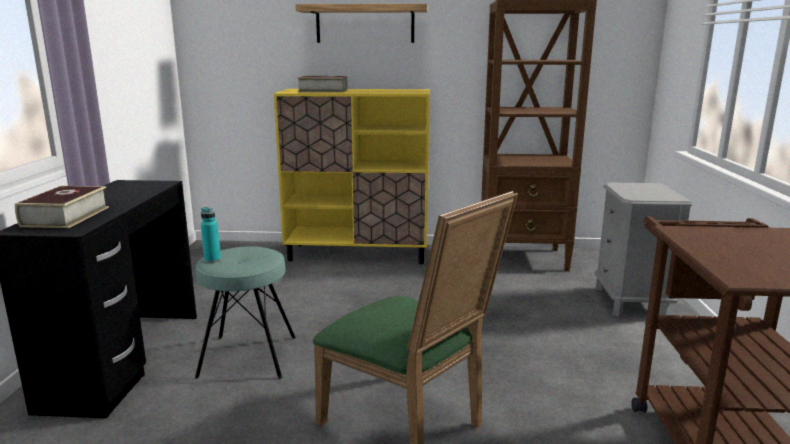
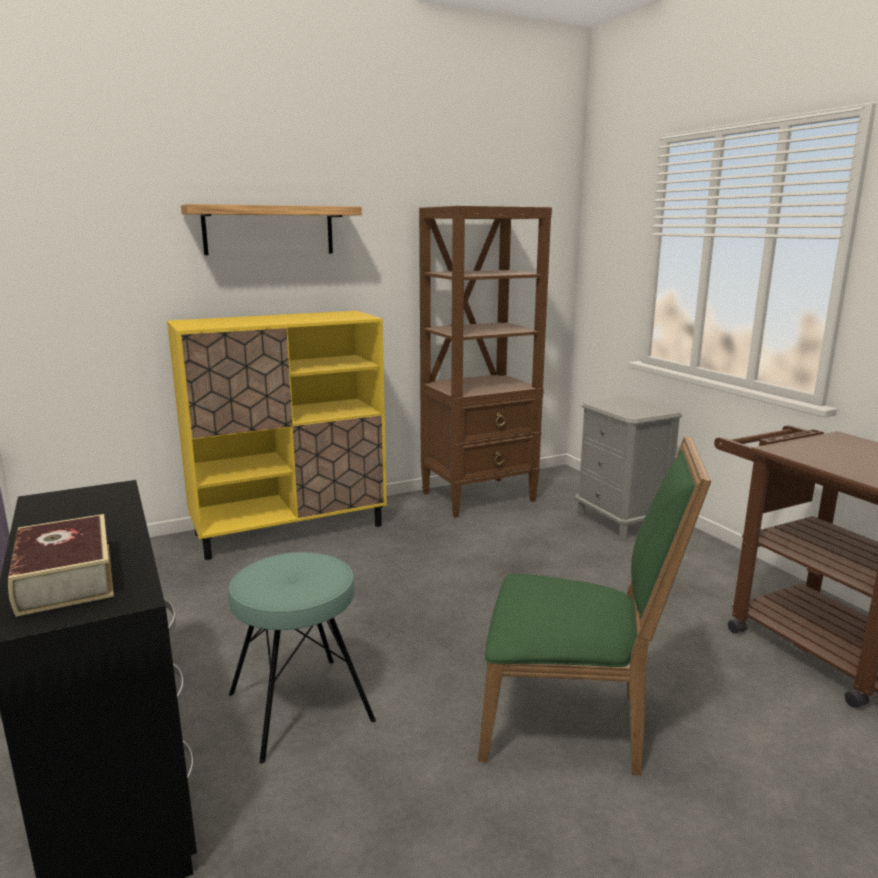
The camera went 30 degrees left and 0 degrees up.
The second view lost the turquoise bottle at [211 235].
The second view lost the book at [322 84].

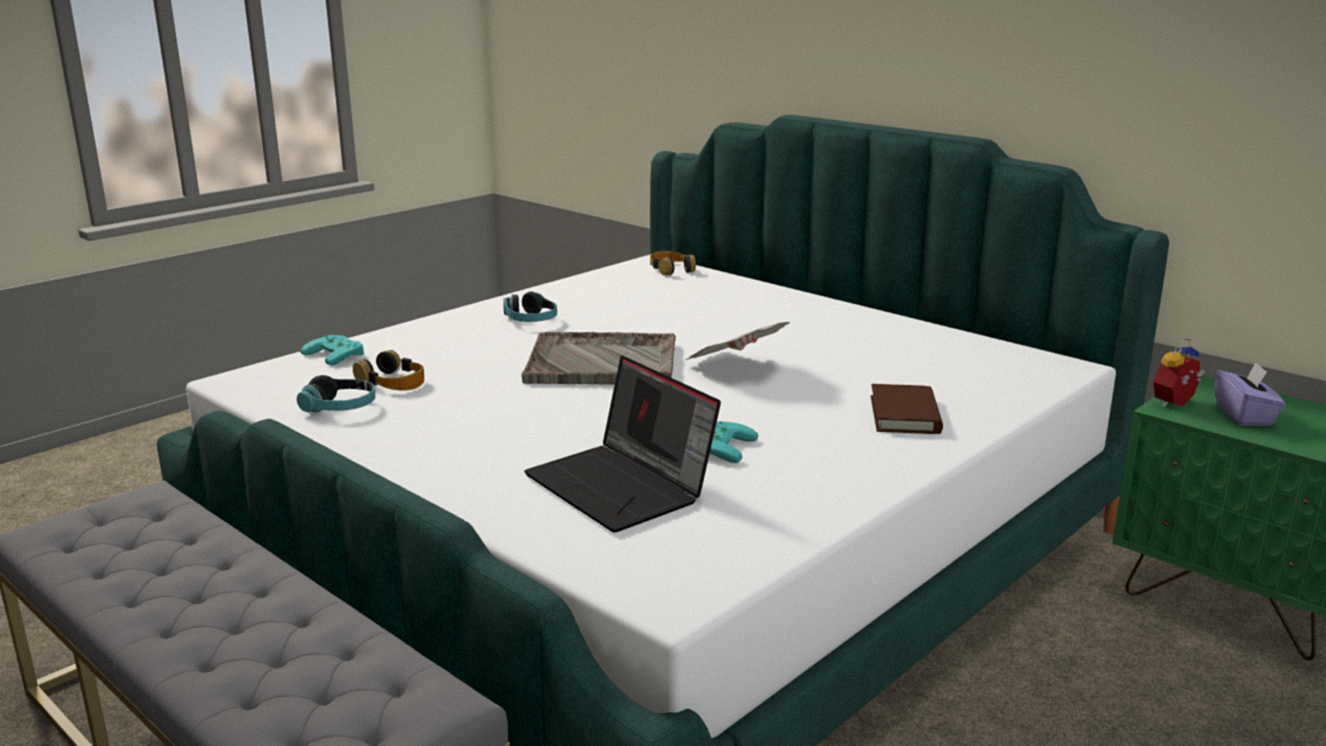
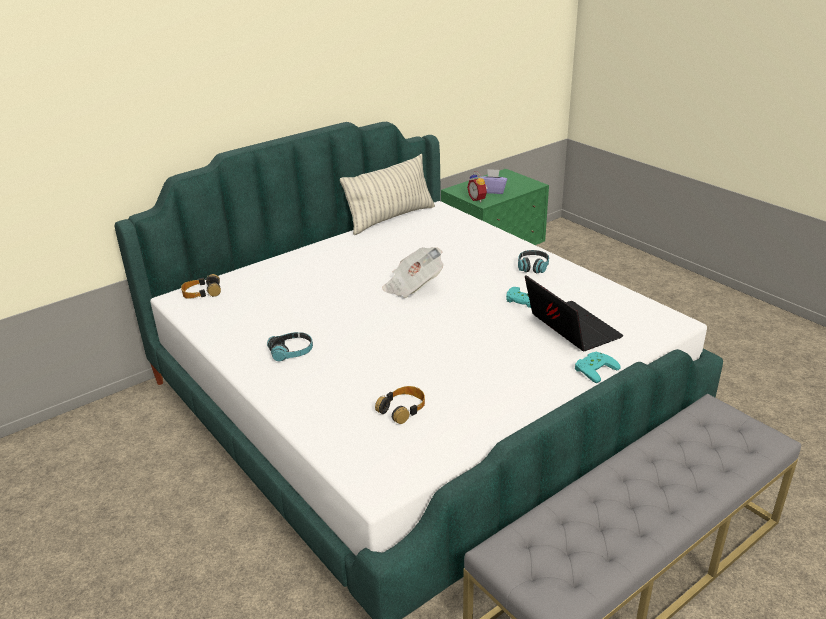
The camera went 80 degrees left and 10 degrees up.
The second view lost the grey tray at [599 358].
The second view lost the brown book at [907 409].
The second view gained the pillow at [387 194].
The headphones ended up elsewhere, having gone from [336 393] to [533 261].
The turquoise game controller ended up elsewhere, having gone from [332 350] to [598 367].
The laptop at [622 443] ended up facing another way, 90 degrees counterclockwise from before.

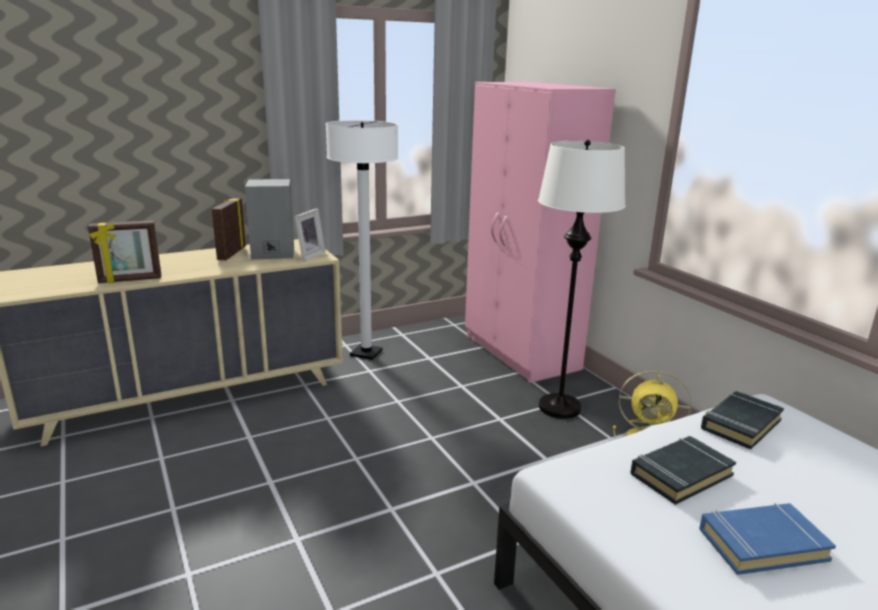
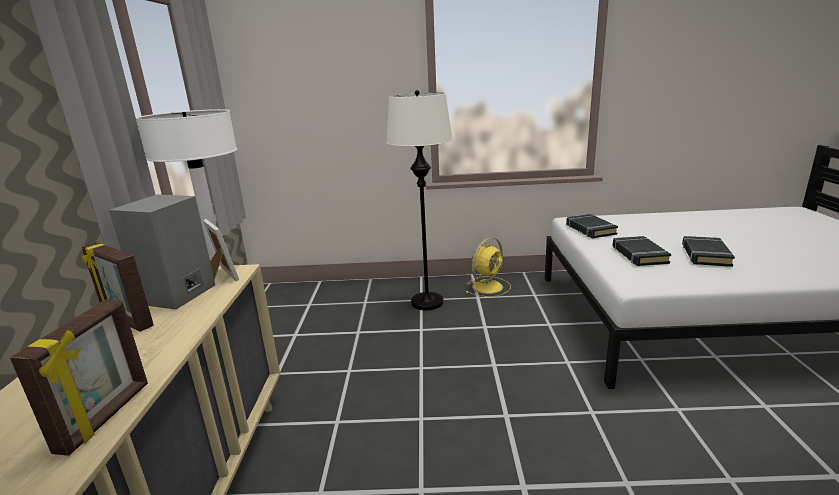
The camera went 60 degrees left and 0 degrees up.
The second view lost the pink wardrobe at [540 232].
What was the blue book at [767 539] turned into the black book at [708 251].

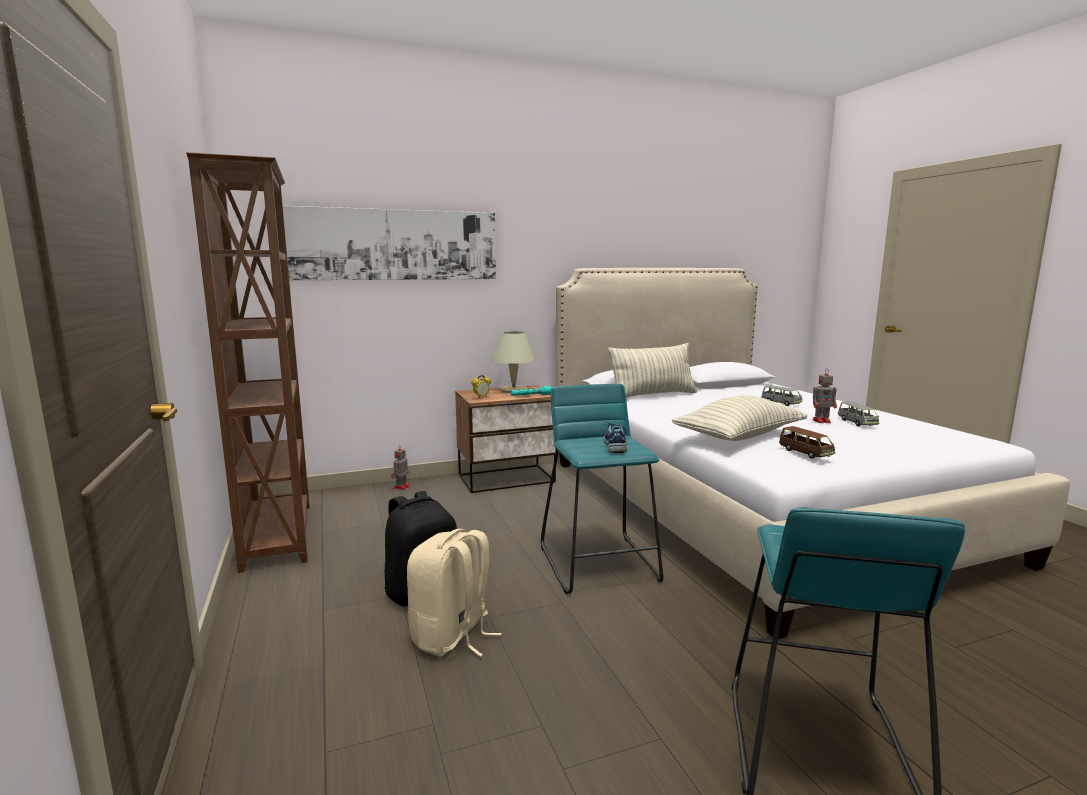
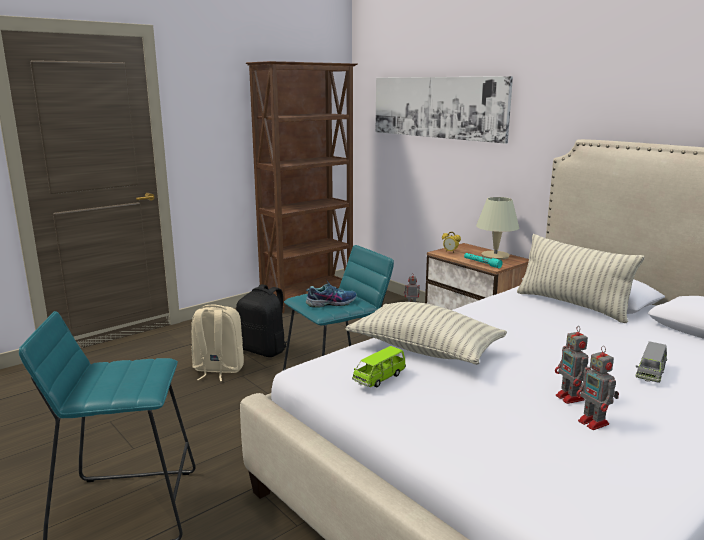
The camera went 70 degrees right and 5 degrees up.
Where the grey toy car stood at [858 413], the toy robot came to stand at [597 388].
What was the brown toy car at [807 442] turned into the green toy car at [379 367].

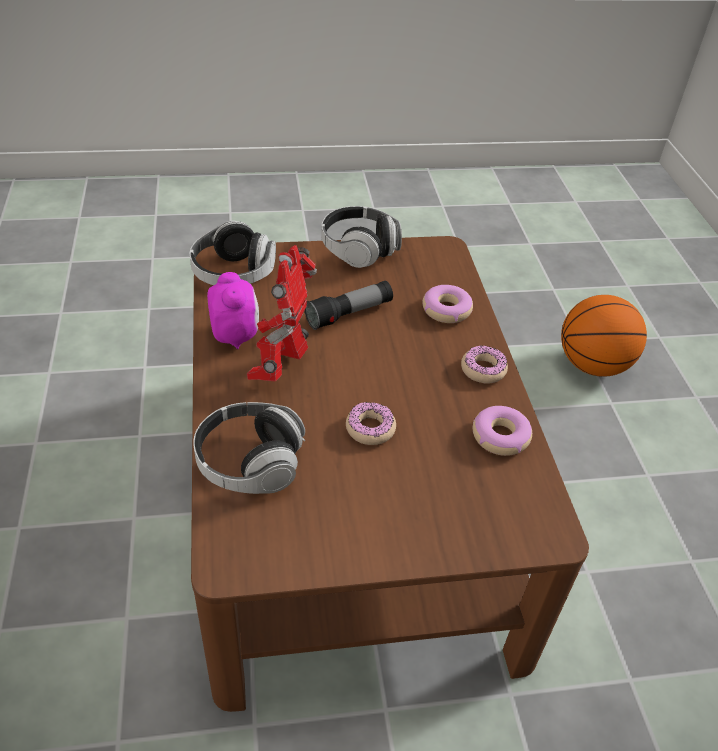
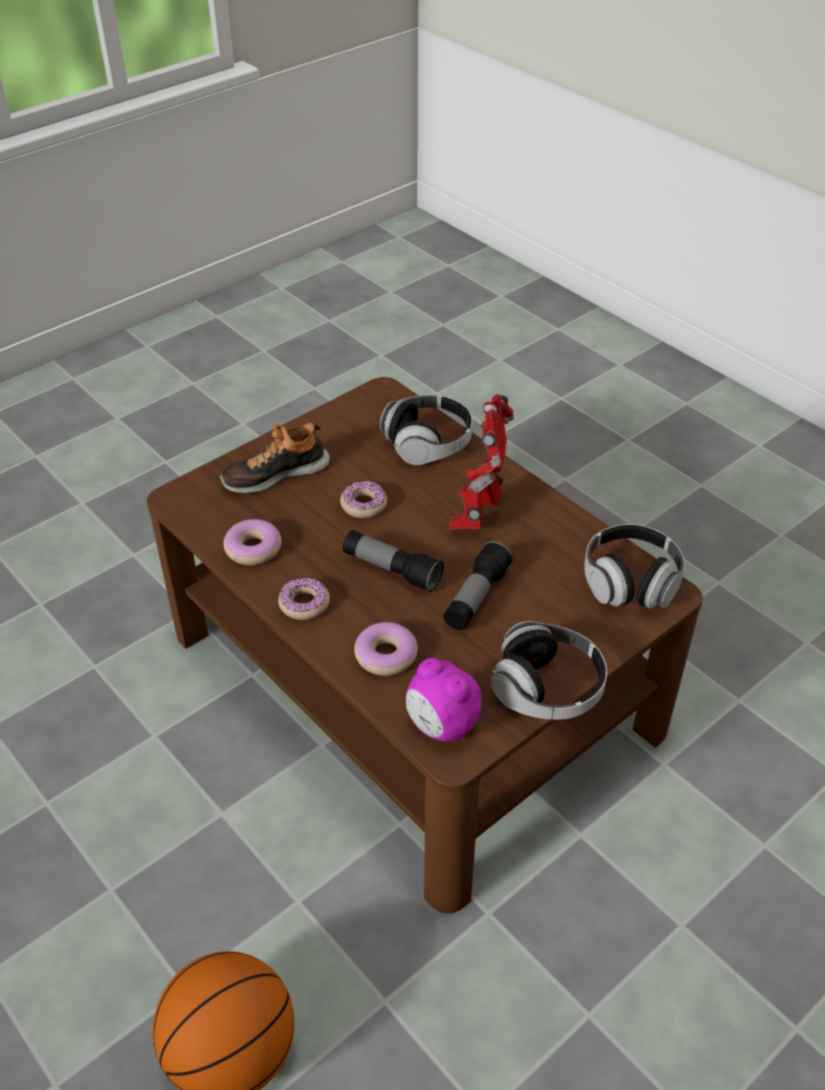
The camera went 150 degrees right and 0 degrees up.
The second view gained the shoe at [275 458].
The second view gained the flashlight at [393 561].
The alarm clock ended up elsewhere, having gone from [233 310] to [443 700].
The toy robot at [282 313] ended up facing another way, 150 degrees counterclockwise from before.

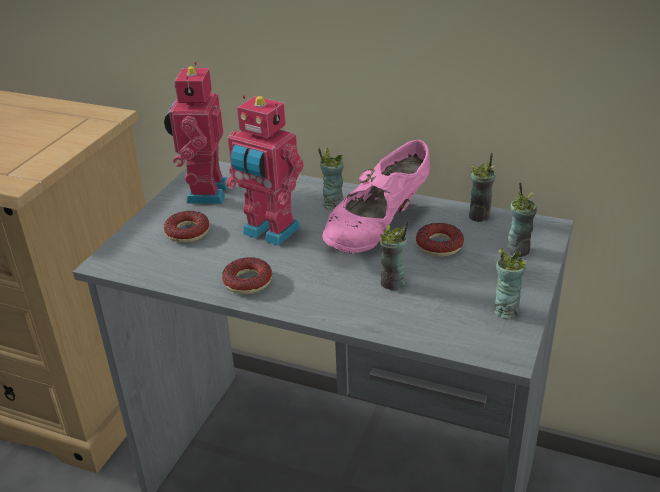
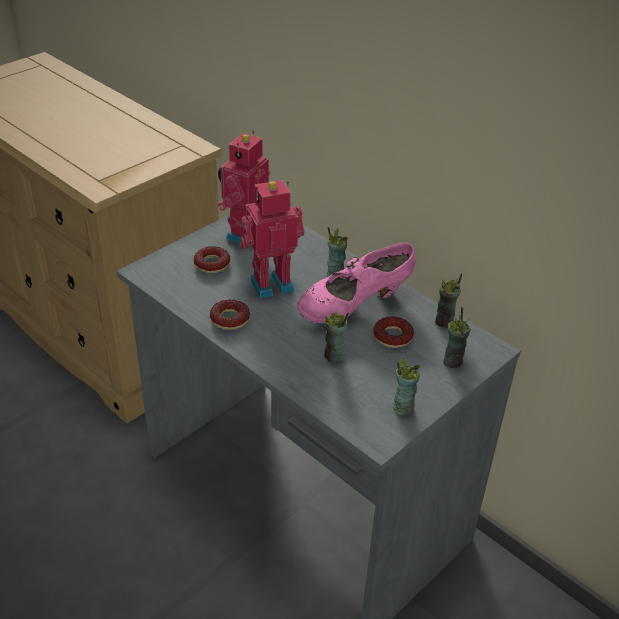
The camera went 20 degrees right and 5 degrees up.
The toy robot at [265 170] ended up facing another way, 105 degrees clockwise from before.

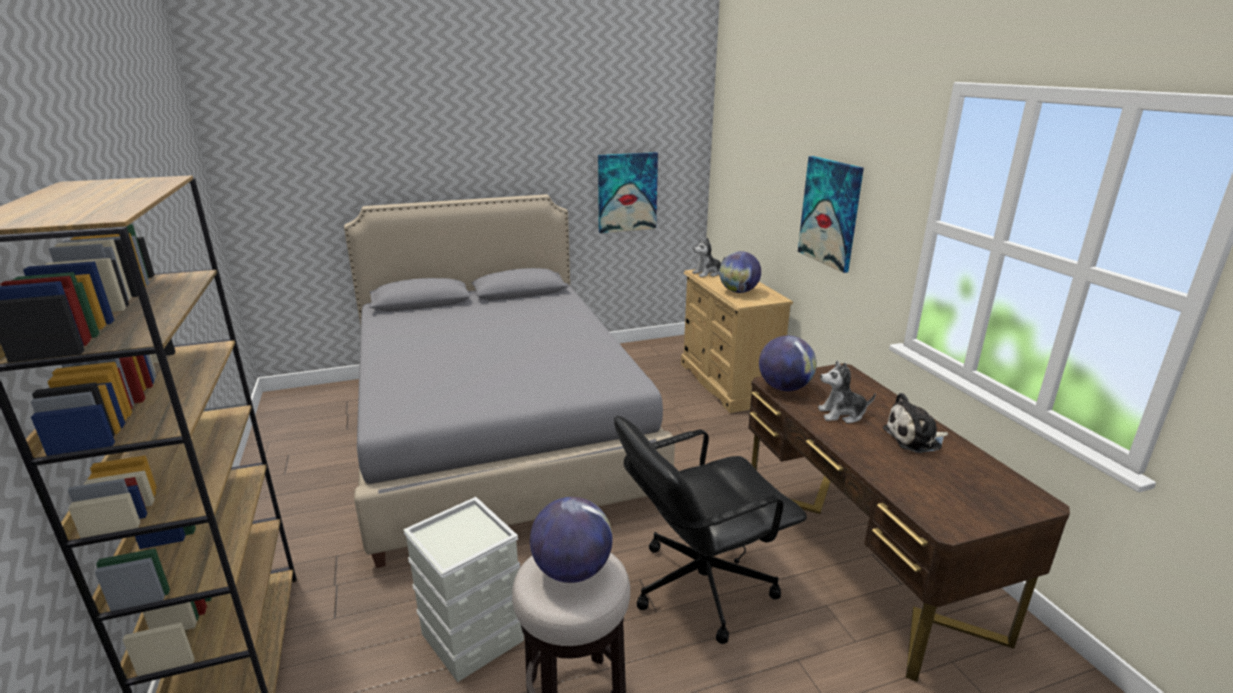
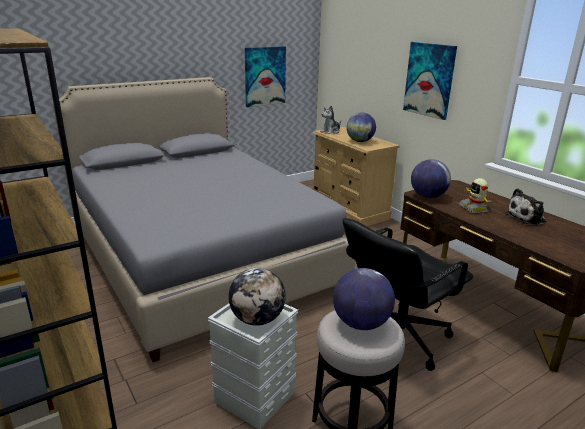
The camera went 15 degrees left and 0 degrees up.
The second view gained the globe at [257 297].
Where the plush toy stood at [847 392], the toy robot came to stand at [476 195].

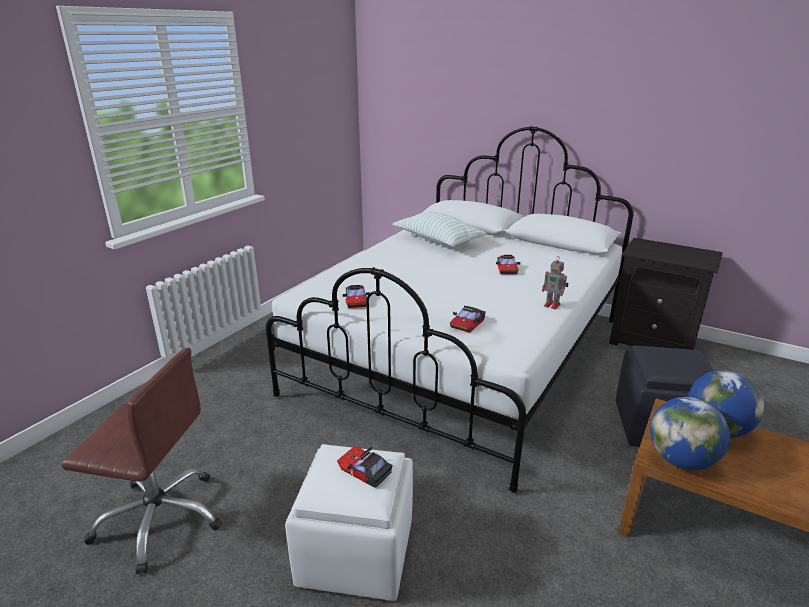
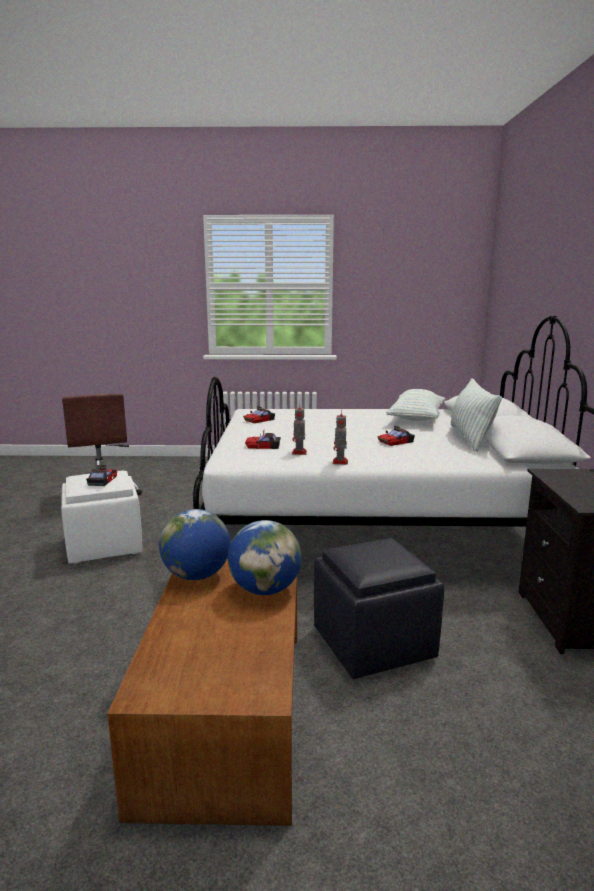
The camera went 60 degrees right and 10 degrees down.
The second view gained the toy robot at [299 429].
The second view gained the pillow at [476 414].

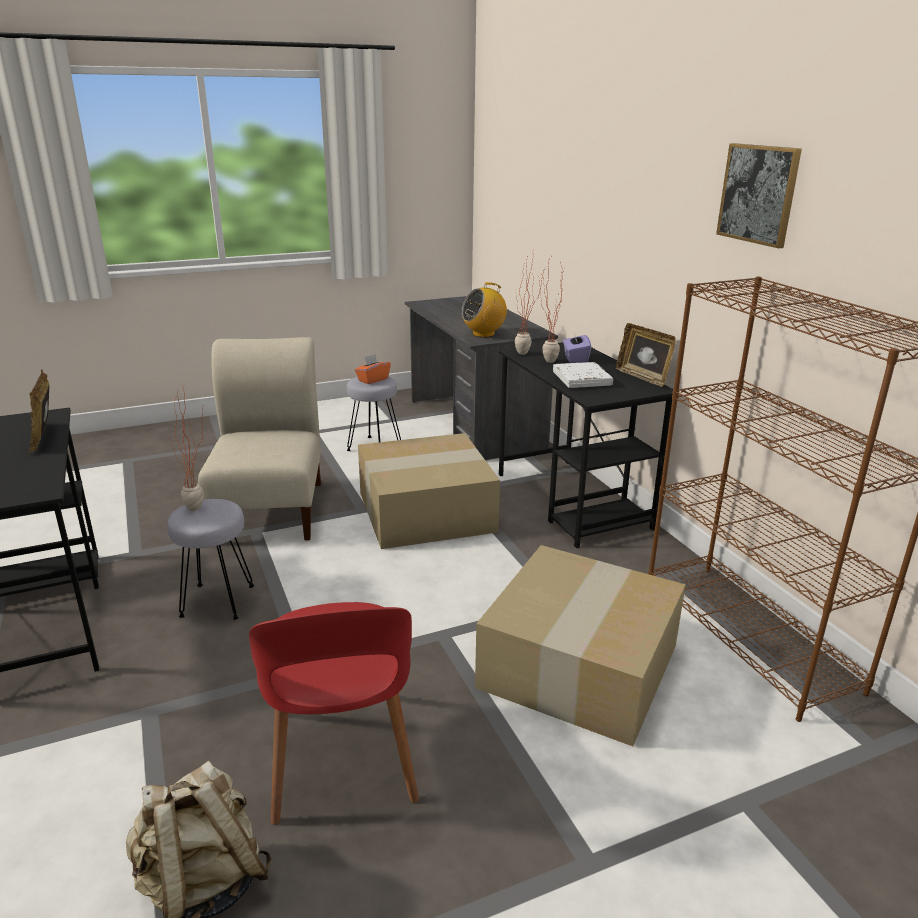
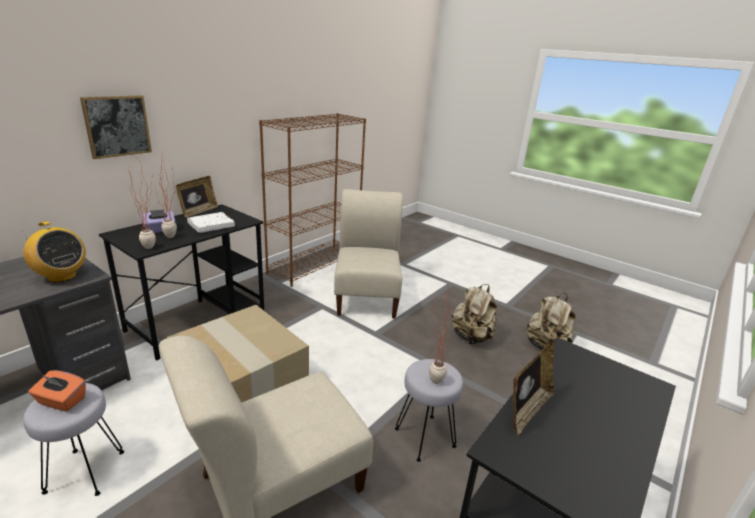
The camera went 120 degrees left and 0 degrees up.
The picture ended up elsewhere, having gone from [759 195] to [116 127].
Where the red chair stood at [334 713], the beige backpack came to stand at [474 314].
Where the cardboard box stood at [580 645], the beige chair came to stand at [368 254].

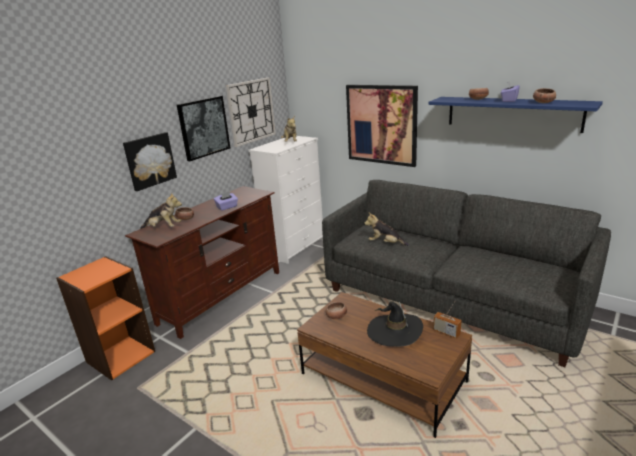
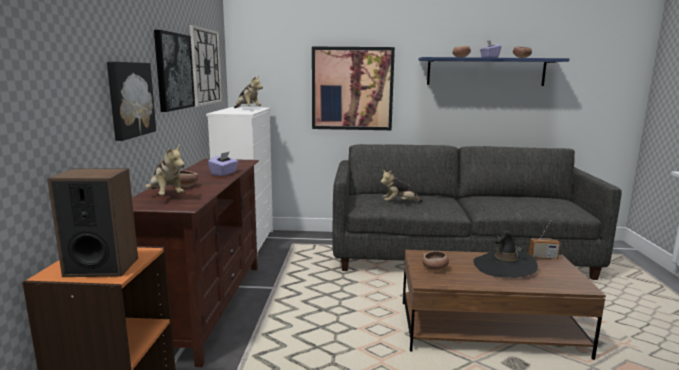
The camera went 35 degrees left and 10 degrees down.
The second view gained the speaker at [92 223].
The plush toy at [161 211] ended up facing another way, 75 degrees clockwise from before.

